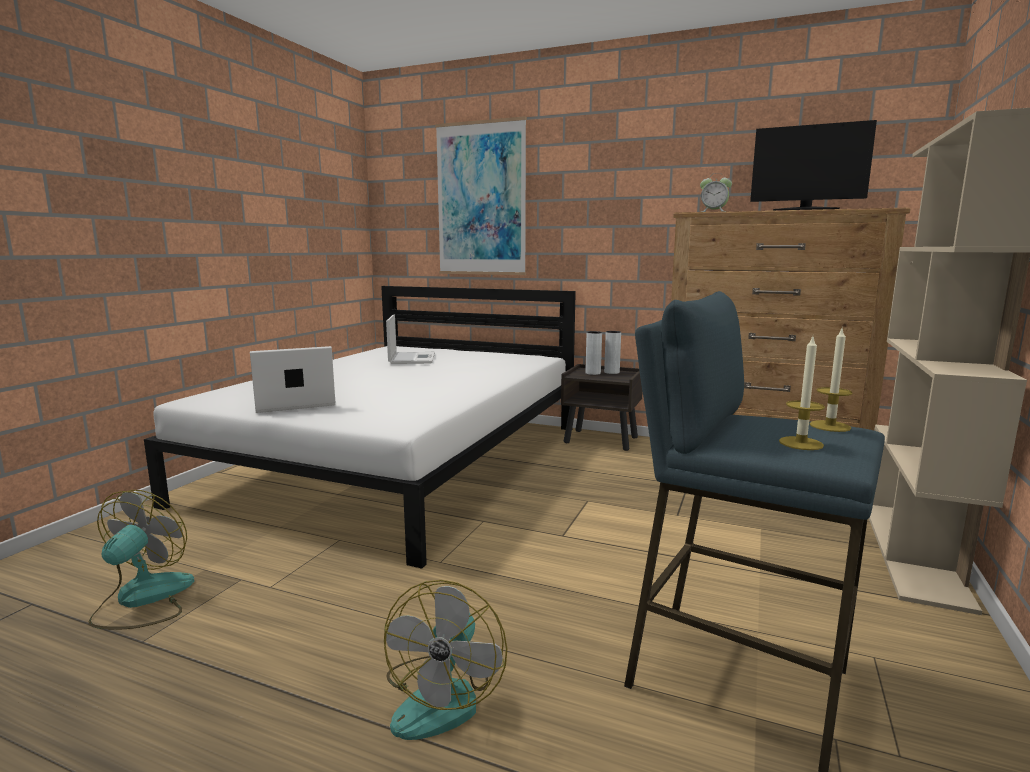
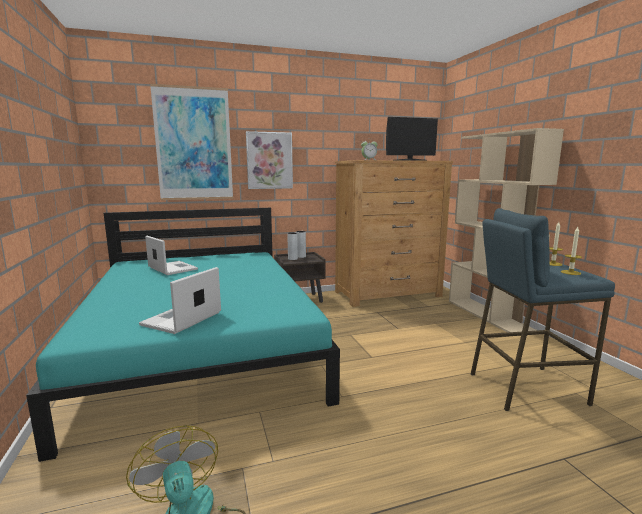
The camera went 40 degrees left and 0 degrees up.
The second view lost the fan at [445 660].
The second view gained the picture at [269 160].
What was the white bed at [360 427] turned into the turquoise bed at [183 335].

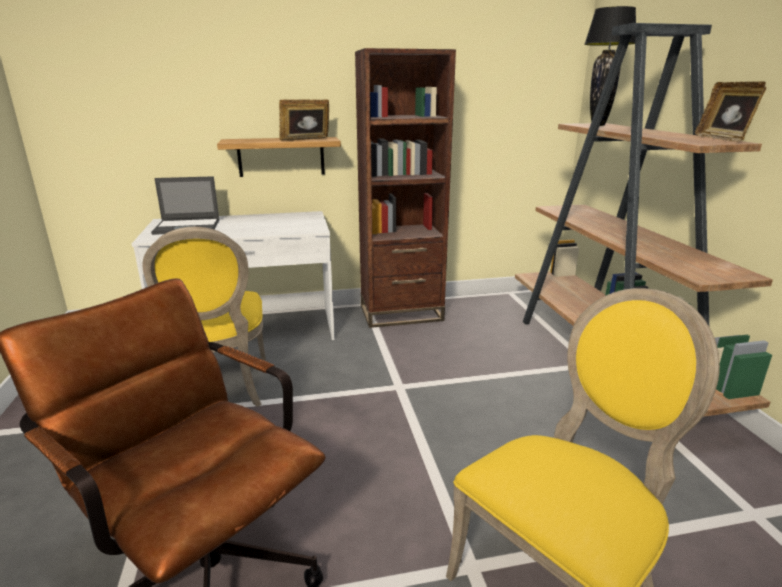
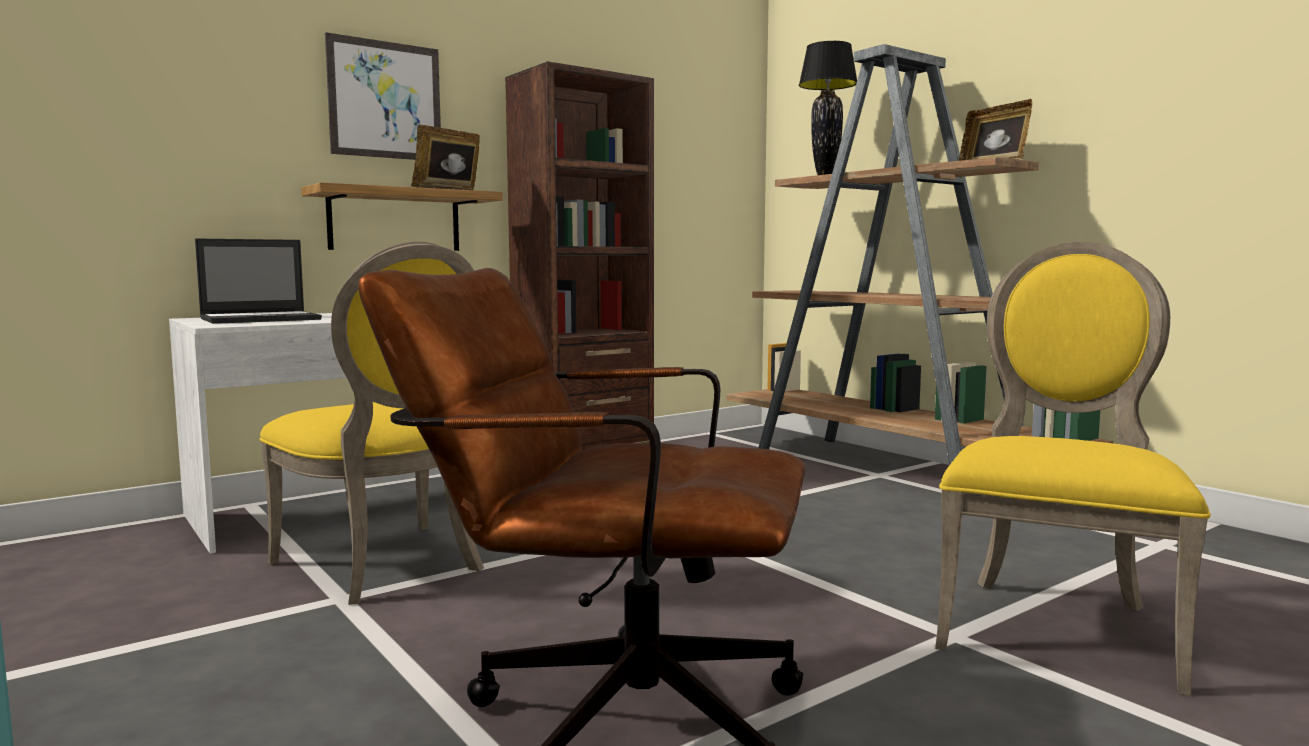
The camera went 25 degrees left and 15 degrees down.
The second view gained the picture at [383 96].

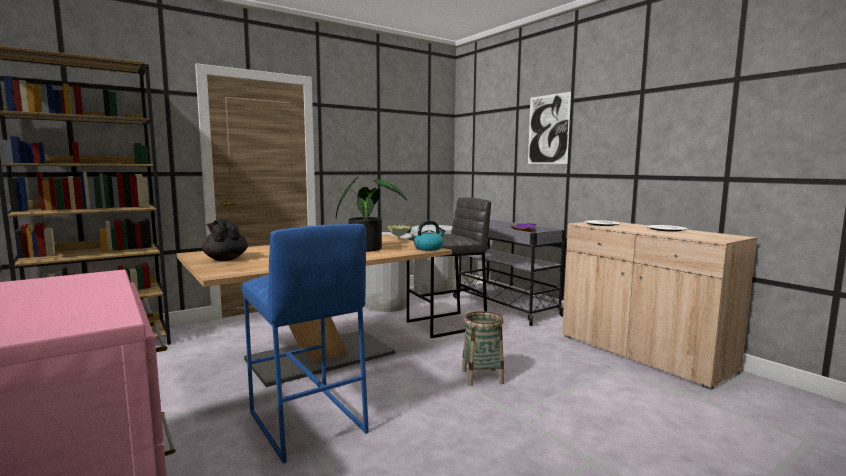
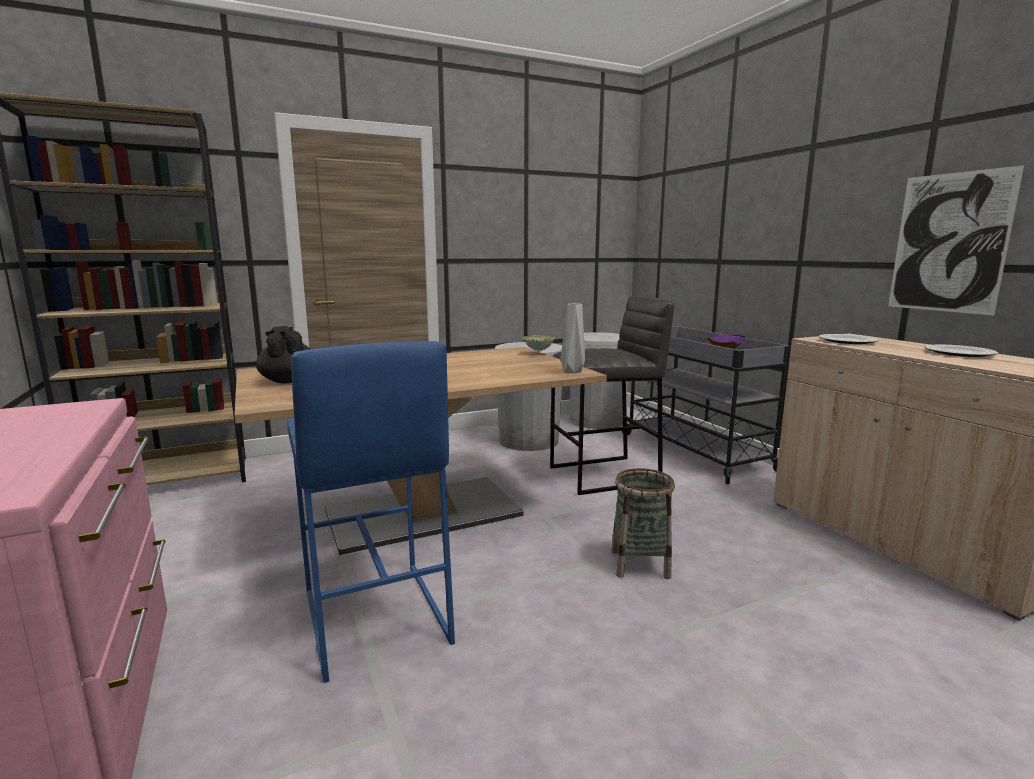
The camera went 10 degrees right and 5 degrees up.
The second view lost the potted plant at [371 214].
The picture ended up elsewhere, having gone from [549 128] to [956 240].
Where the kettle stood at [429 235], the grey vase came to stand at [572 338].

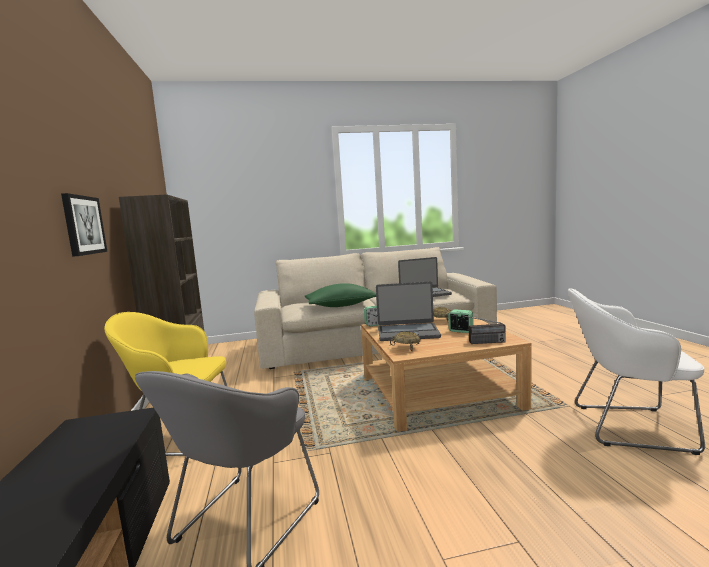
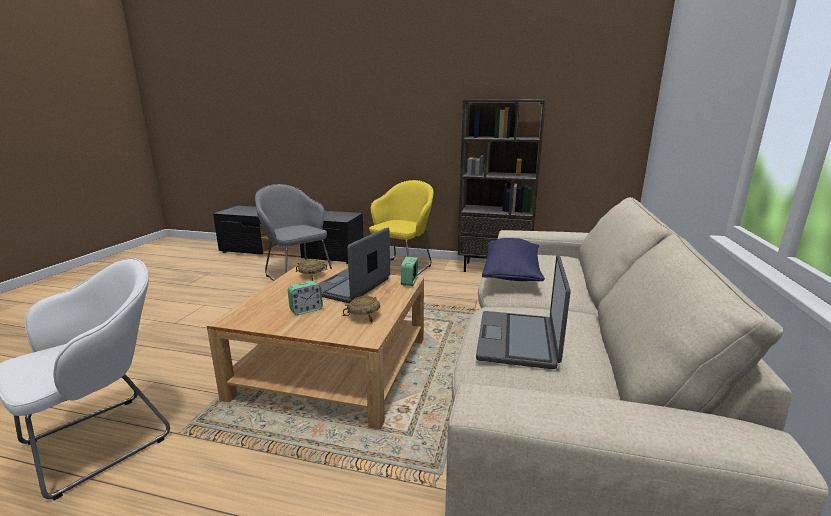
The camera went 115 degrees right and 10 degrees up.
The second view lost the picture at [84 225].
The second view lost the radio at [478 328].
What was the green pillow at [340 295] turned into the blue pillow at [513 259].

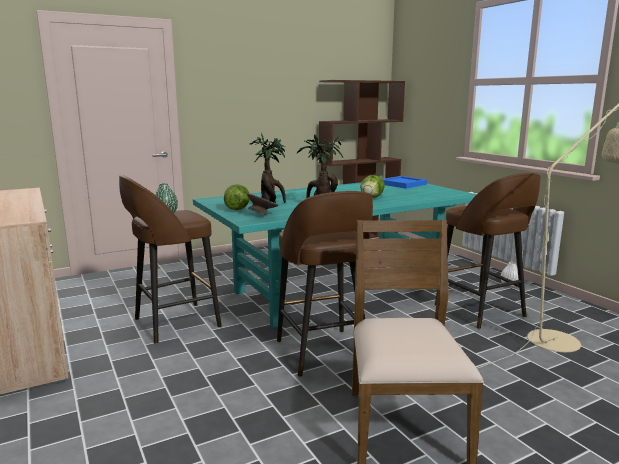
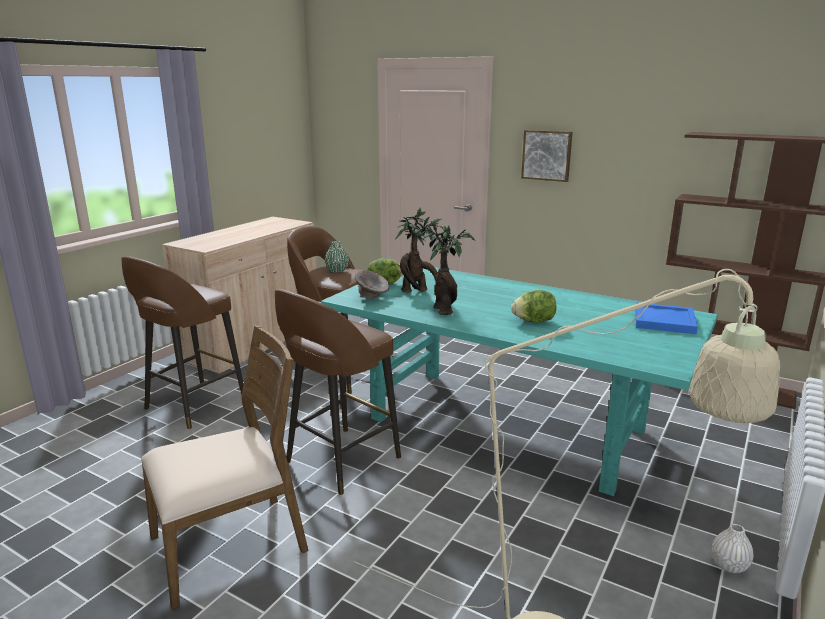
The camera went 60 degrees right and 5 degrees up.
The second view gained the picture at [547 156].
The brown stool ended up elsewhere, having gone from [488 251] to [182 342].

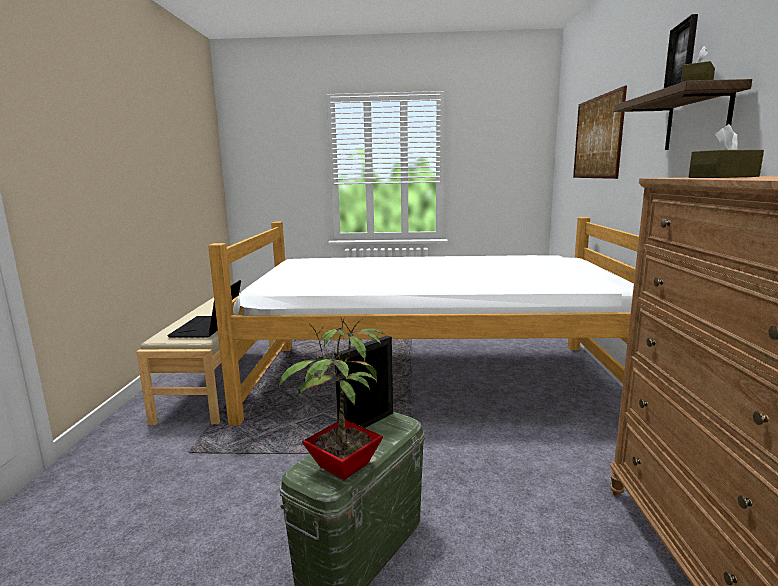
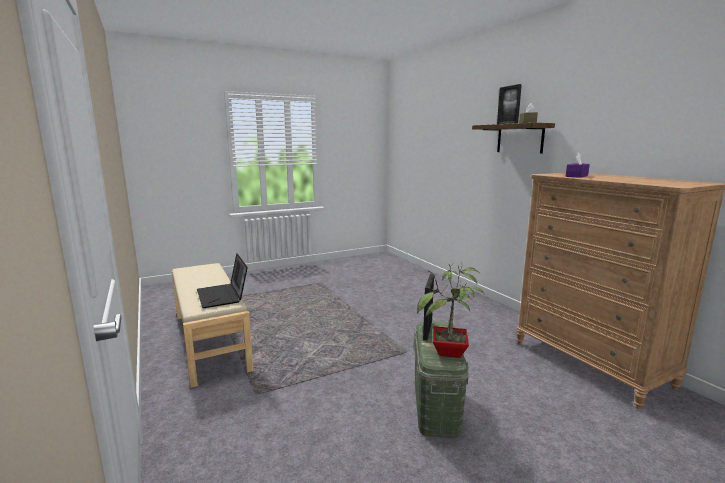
The camera went 30 degrees left and 0 degrees up.
The second view lost the bed at [423 321].
The second view lost the picture at [600 132].
What was the brown tissue box at [726 151] turned into the purple tissue box at [577 165].

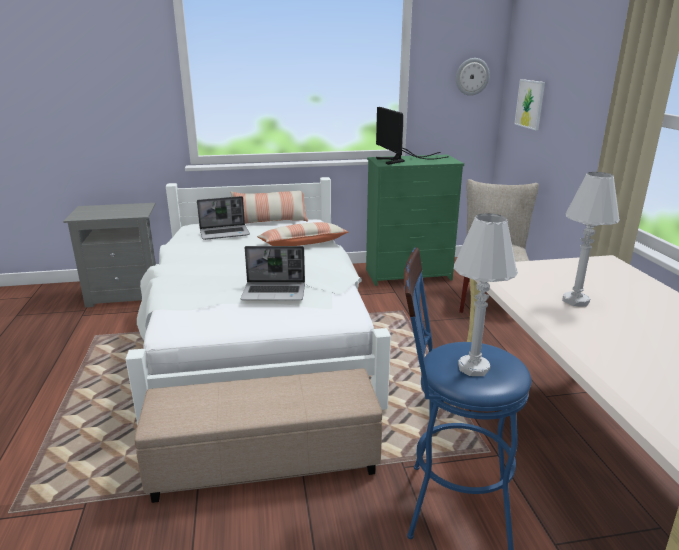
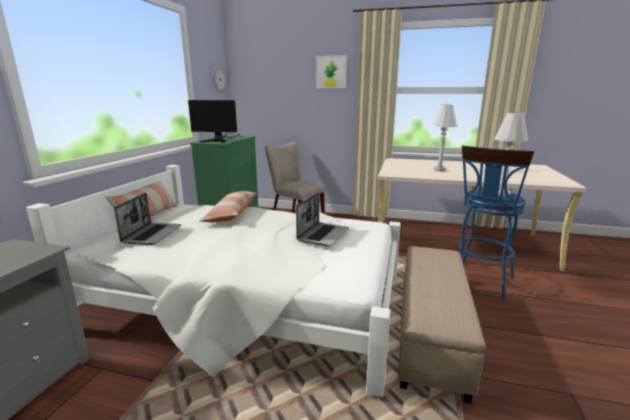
The camera went 65 degrees left and 5 degrees down.
The picture ended up elsewhere, having gone from [529 104] to [331 71].

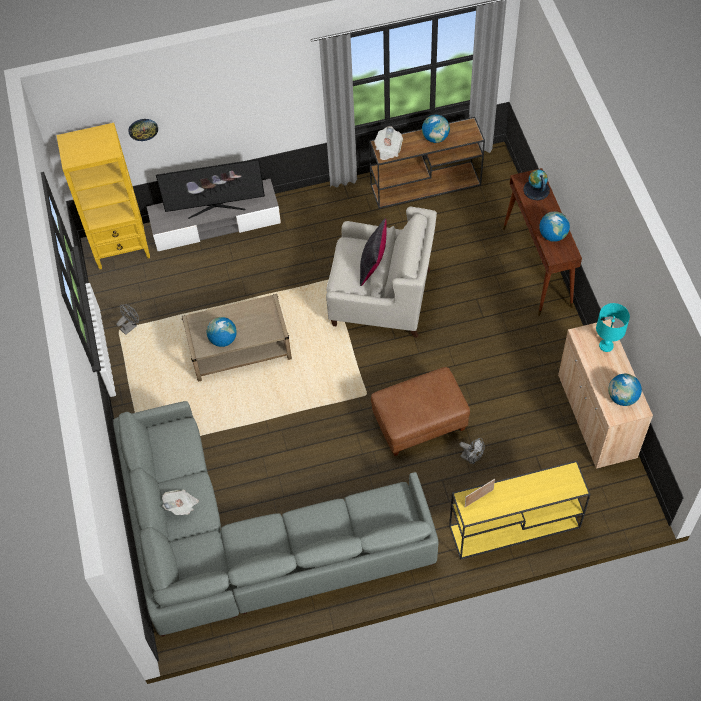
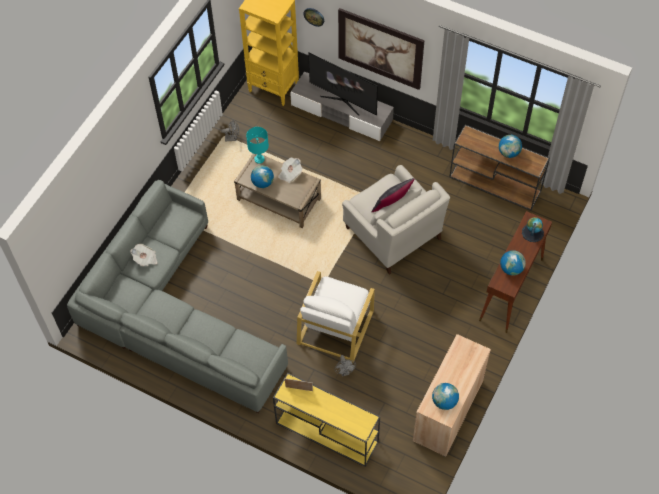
The camera went 40 degrees right and 0 degrees up.
The second view gained the picture at [381 49].
The newspaper ended up elsewhere, having gone from [388 143] to [290 170].
The turquoise table lamp ended up elsewhere, having gone from [613 327] to [257 145].
Where the brown ottoman stood at [420 411], the white armchair came to stand at [335 317].

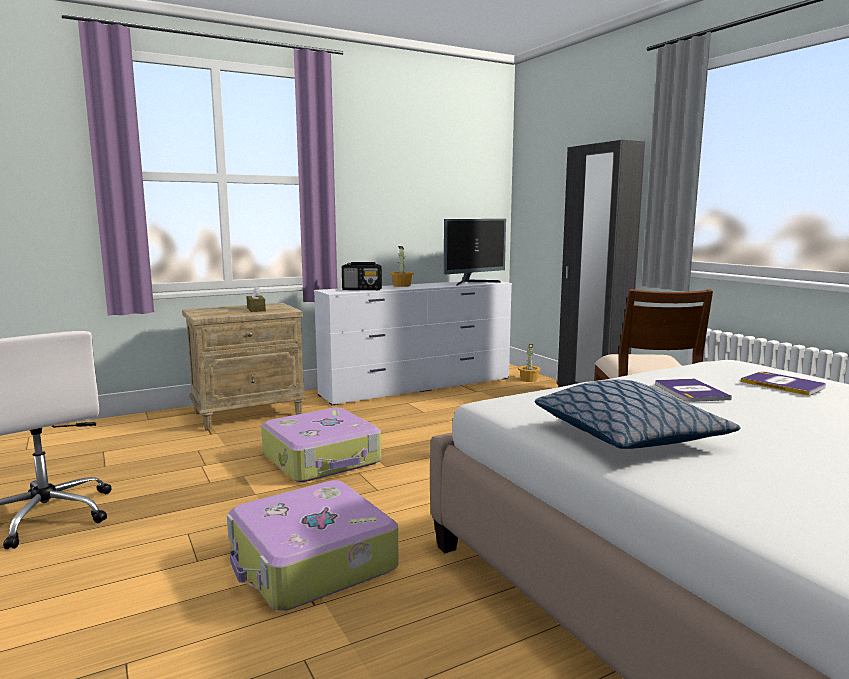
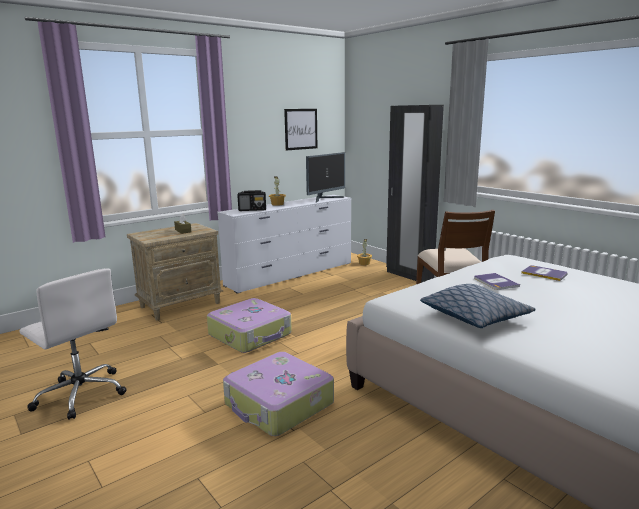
The camera went 10 degrees left and 5 degrees up.
The second view gained the picture at [300 129].

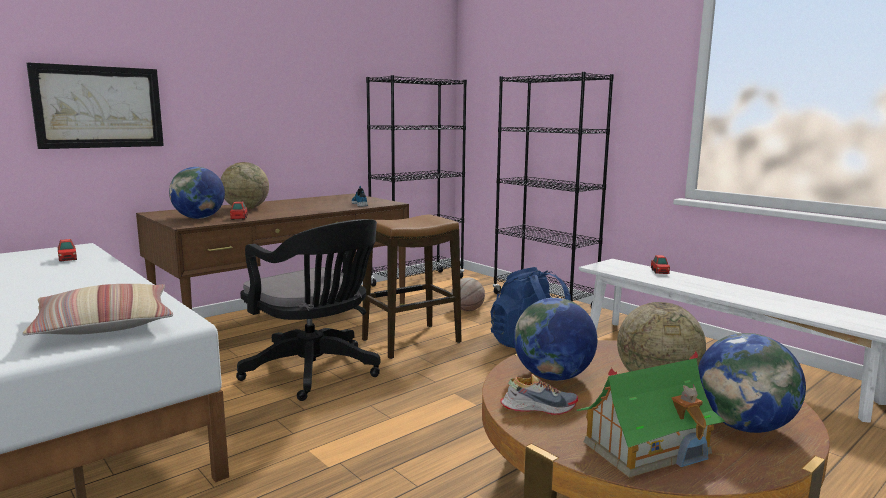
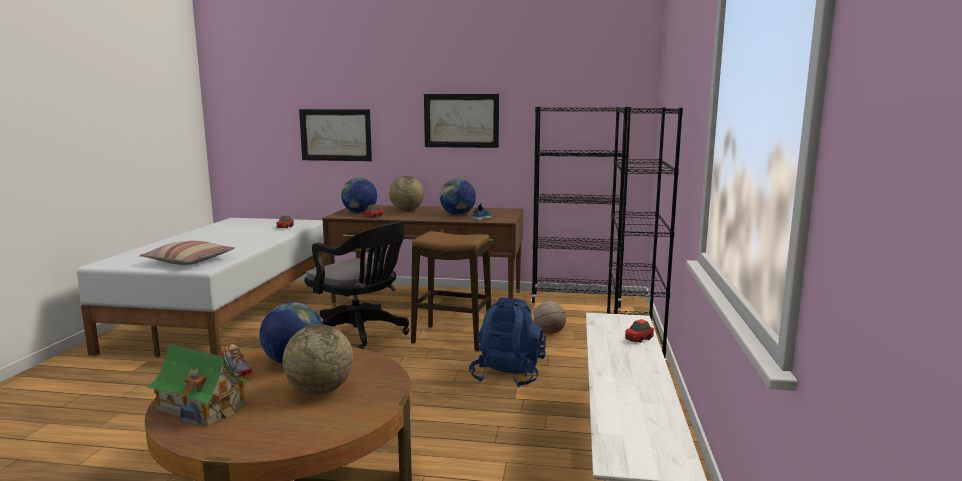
The camera went 50 degrees right and 0 degrees up.
The second view gained the picture at [461 121].
The globe ended up elsewhere, having gone from [752 383] to [458 197].
The black office chair at [308 310] ended up facing another way, 60 degrees counterclockwise from before.

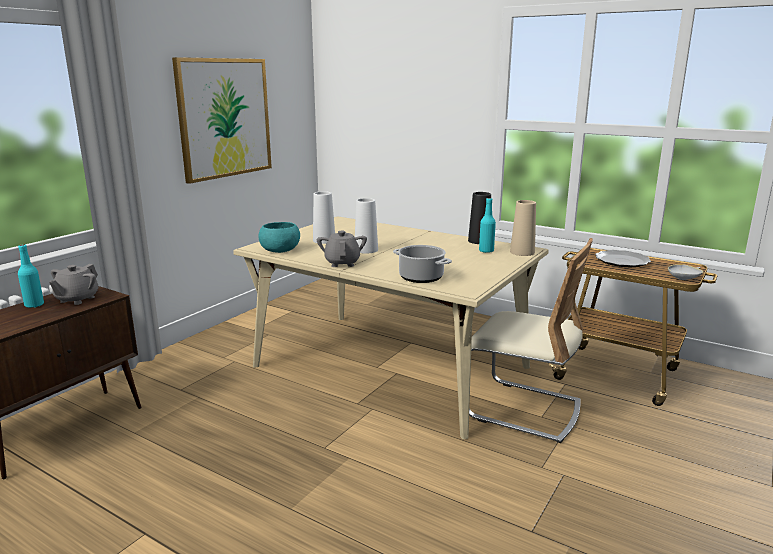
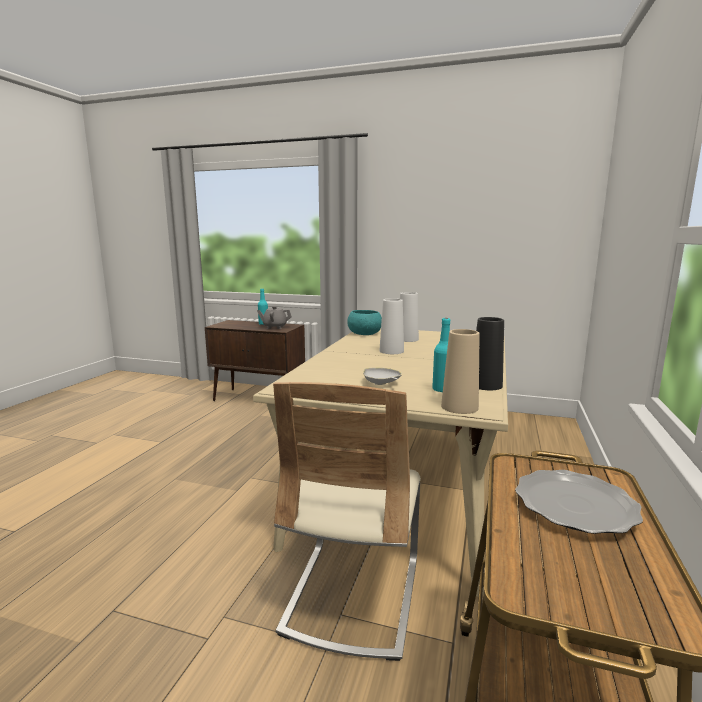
The camera went 75 degrees right and 5 degrees down.
The second view lost the picture at [222 120].
The second view lost the grey teapot at [342 249].
The second view lost the cooking pot at [422 264].
The white bowl ended up elsewhere, having gone from [685 272] to [382 376].

